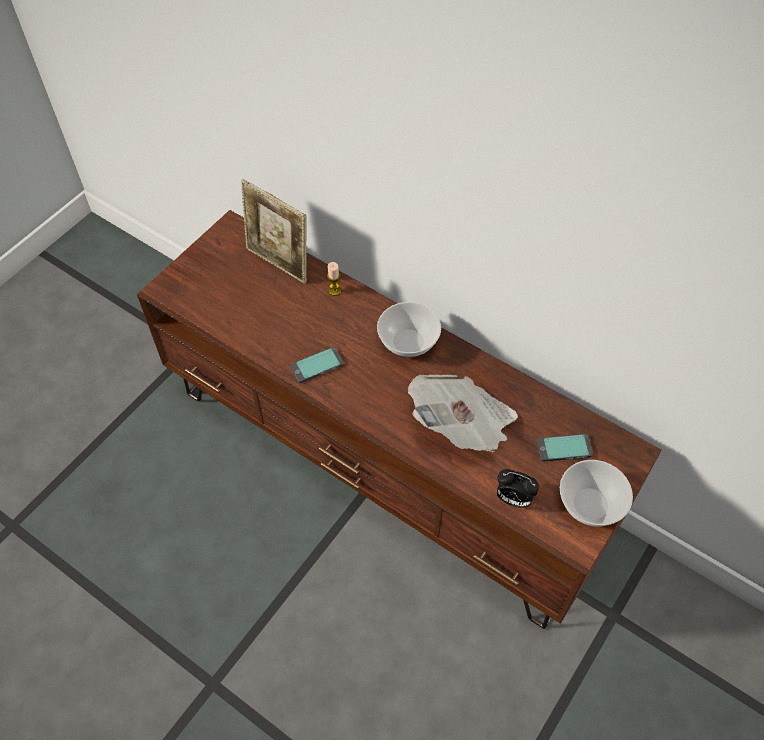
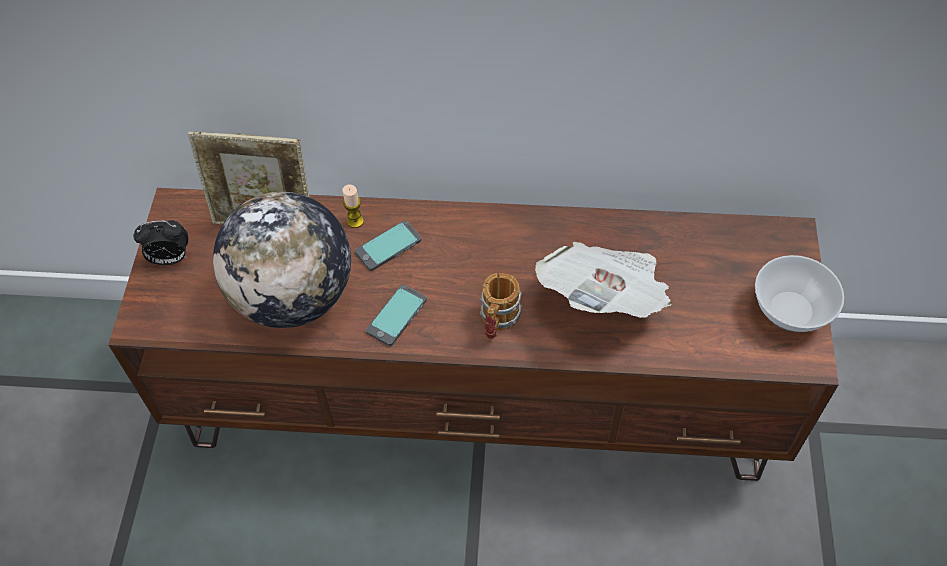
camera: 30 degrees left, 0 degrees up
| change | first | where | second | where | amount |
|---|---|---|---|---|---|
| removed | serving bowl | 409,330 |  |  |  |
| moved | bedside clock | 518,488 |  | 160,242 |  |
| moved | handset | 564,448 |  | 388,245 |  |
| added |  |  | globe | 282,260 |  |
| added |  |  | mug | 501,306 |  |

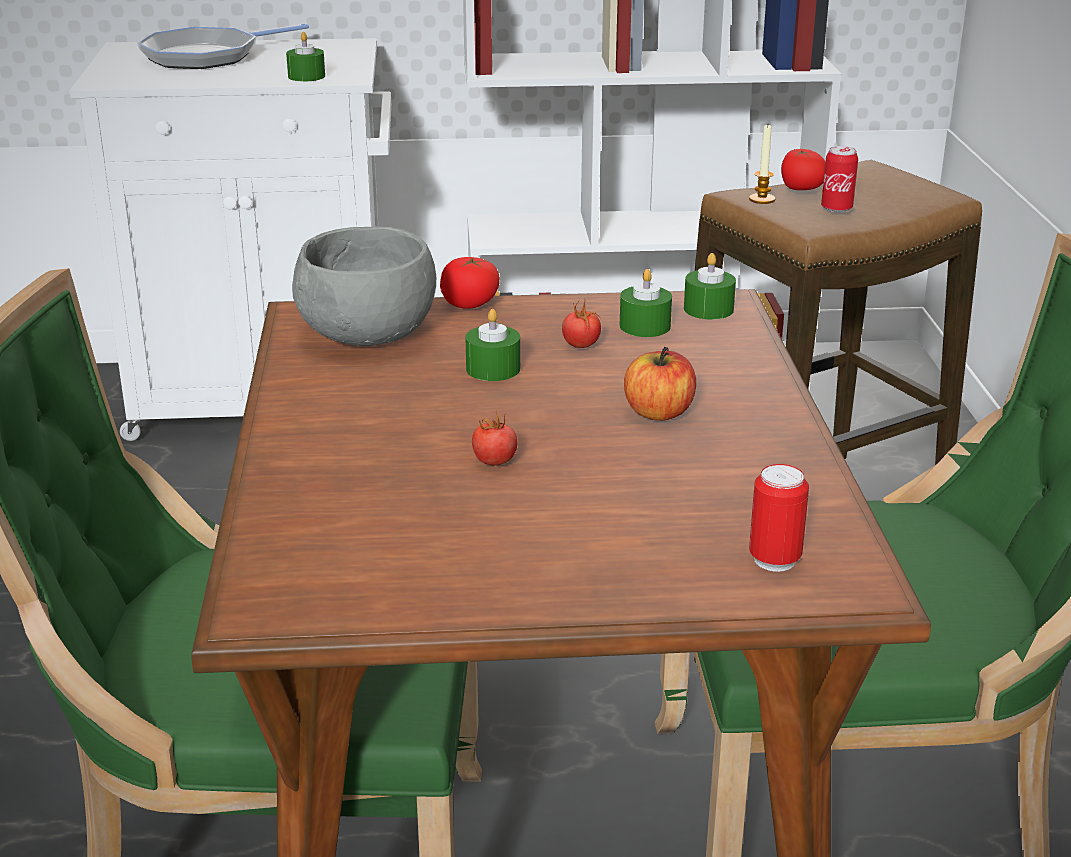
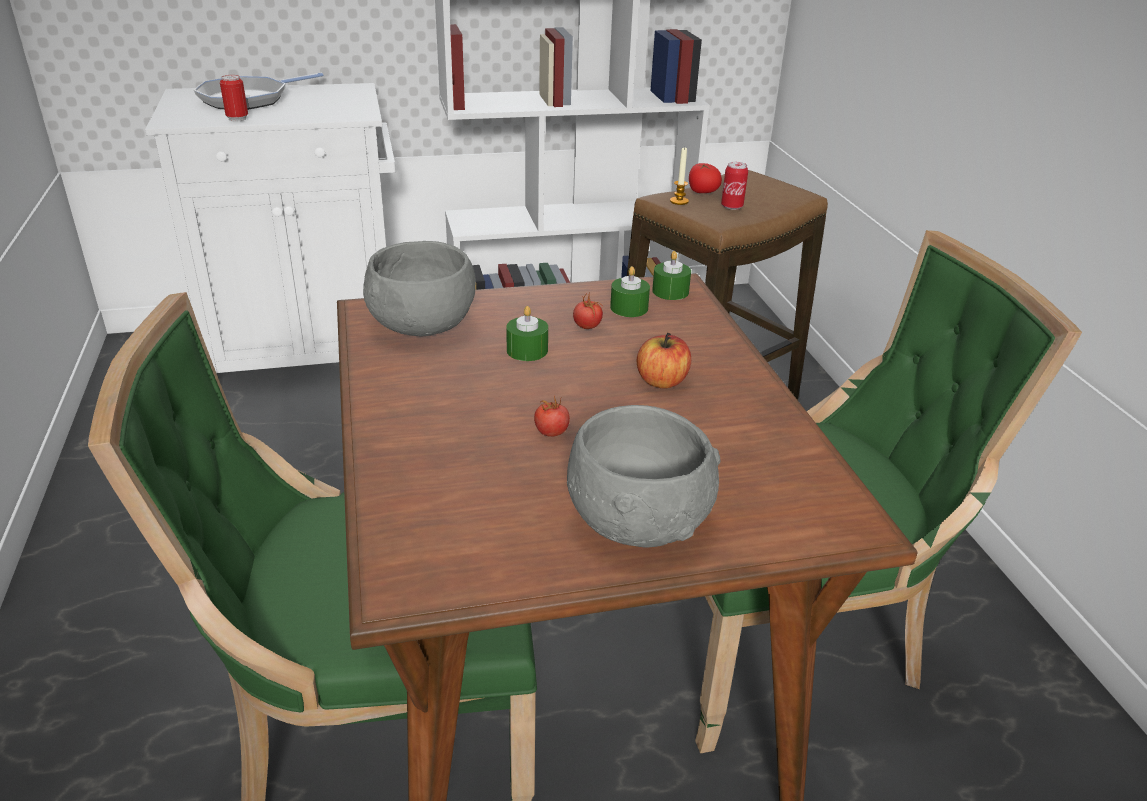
camera: 10 degrees left, 5 degrees up
| change | first | where | second | where | amount |
|---|---|---|---|---|---|
| removed | wax light in green-coloured | 305,57 |  |  |  |
| removed | whole tomato | 470,283 |  |  |  |
| moved | can | 779,518 |  | 234,98 |  |
| added |  |  | serving bowl in gray | 643,476 |  |

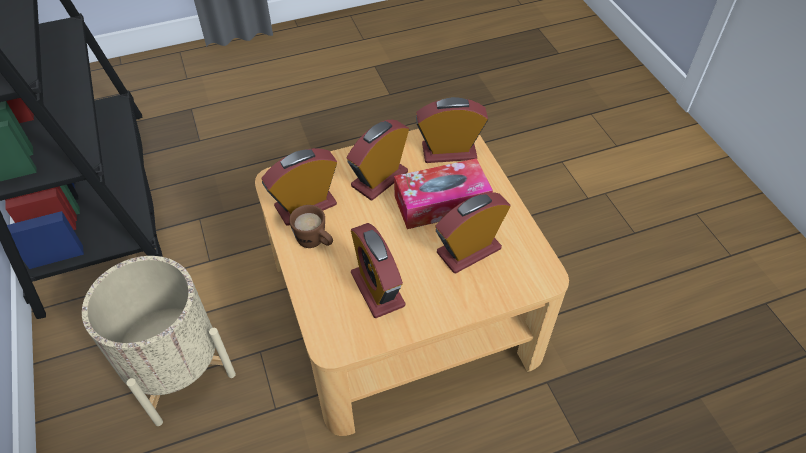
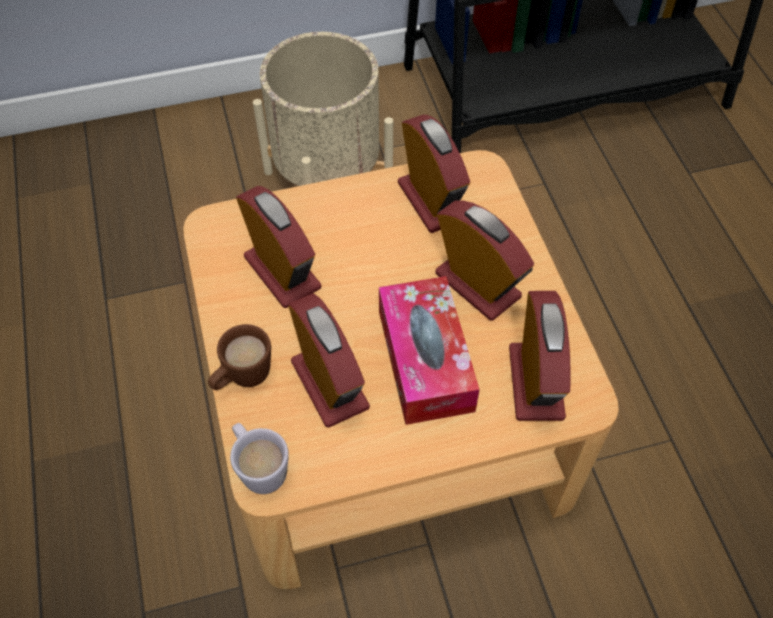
camera: 95 degrees right, 5 degrees up
| change | first | where | second | where | amount |
|---|---|---|---|---|---|
| moved | mug in brown | 311,226 |  | 239,357 |  |
| turned | bedside clock | 378,270 |  | 278,247 | 75 degrees clockwise |
| added |  |  | mug in white-coloured | 259,458 |  |

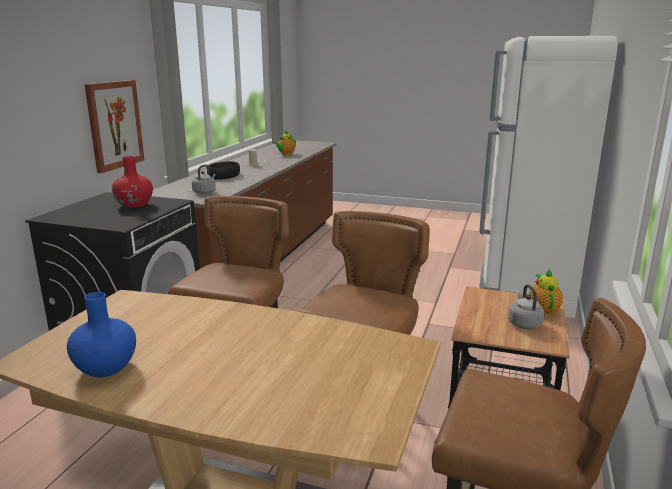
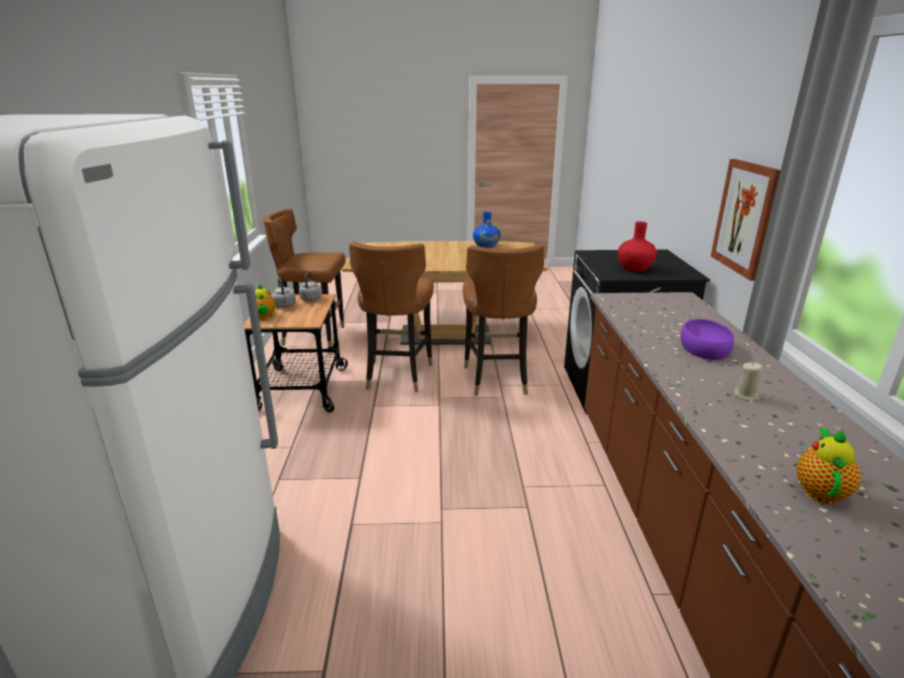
camera: 160 degrees right, 5 degrees up
| change | first | where | second | where | amount |
|---|---|---|---|---|---|
| moved | water kettle in gray | 204,179 |  | 310,286 |  |
| recoloured | serving bowl in blackish | 224,171 | serving bowl in purple | 707,339 |  |

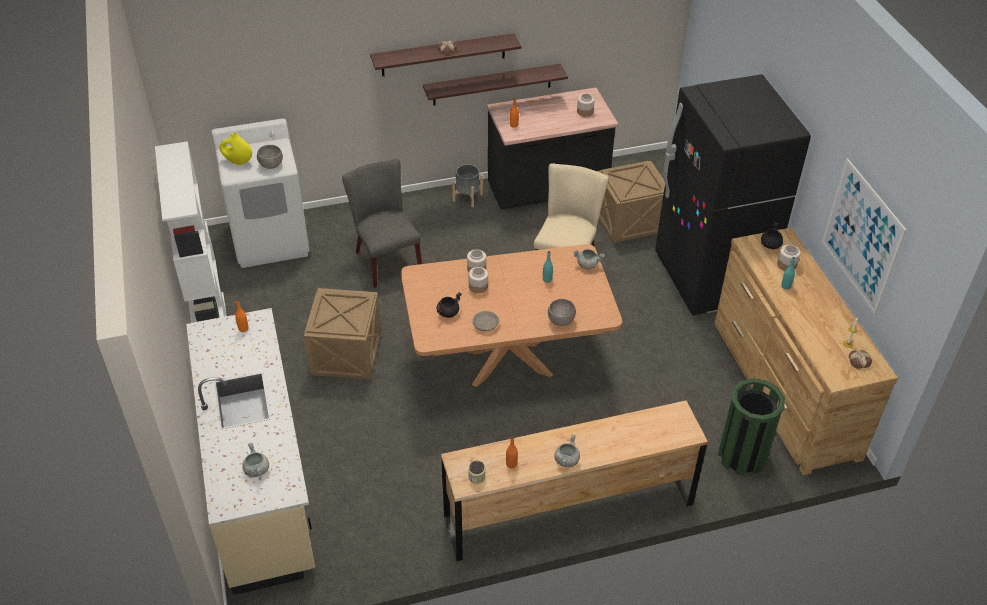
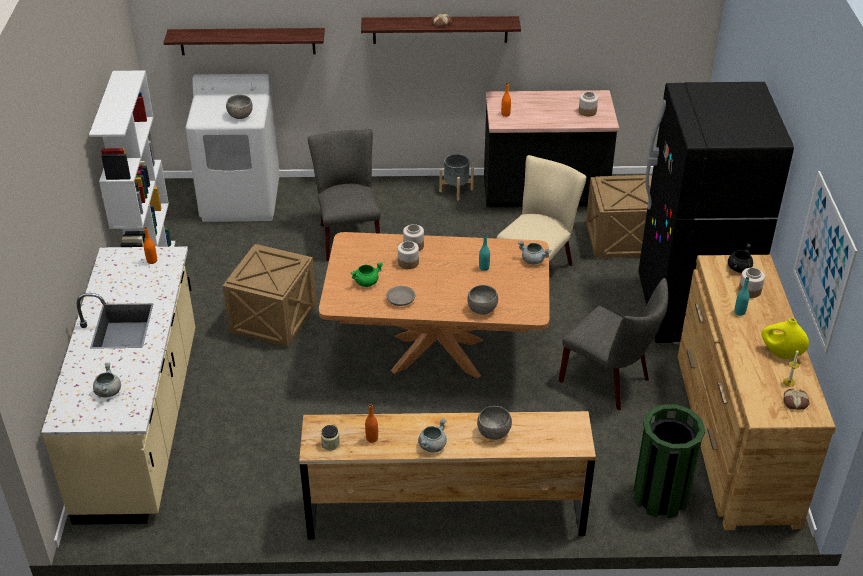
camera: 15 degrees right, 5 degrees down
| change | first | where | second | where | amount |
|---|---|---|---|---|---|
| moved | flower vase in yellow-coloured | 235,149 |  | 785,338 |  |
| moved | shelf | 495,85 |  | 244,41 |  |
| recoloured | cooking pot in blackish | 449,305 | cooking pot in green-coloured | 367,274 |  |
| added |  |  | serving bowl in gray | 494,423 |  |
| added |  |  | plain chair in gray | 613,344 |  |

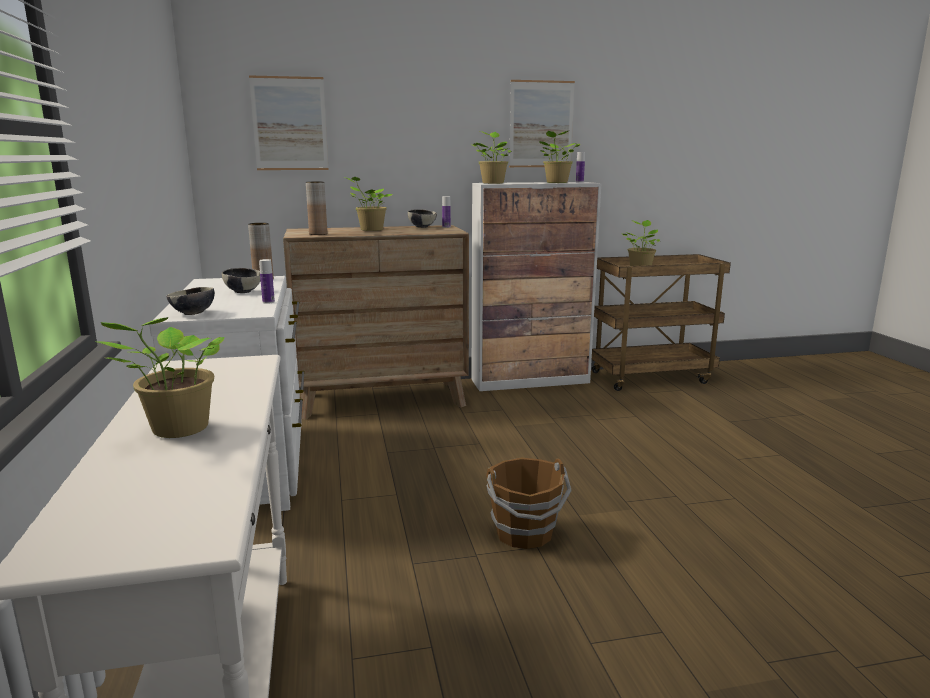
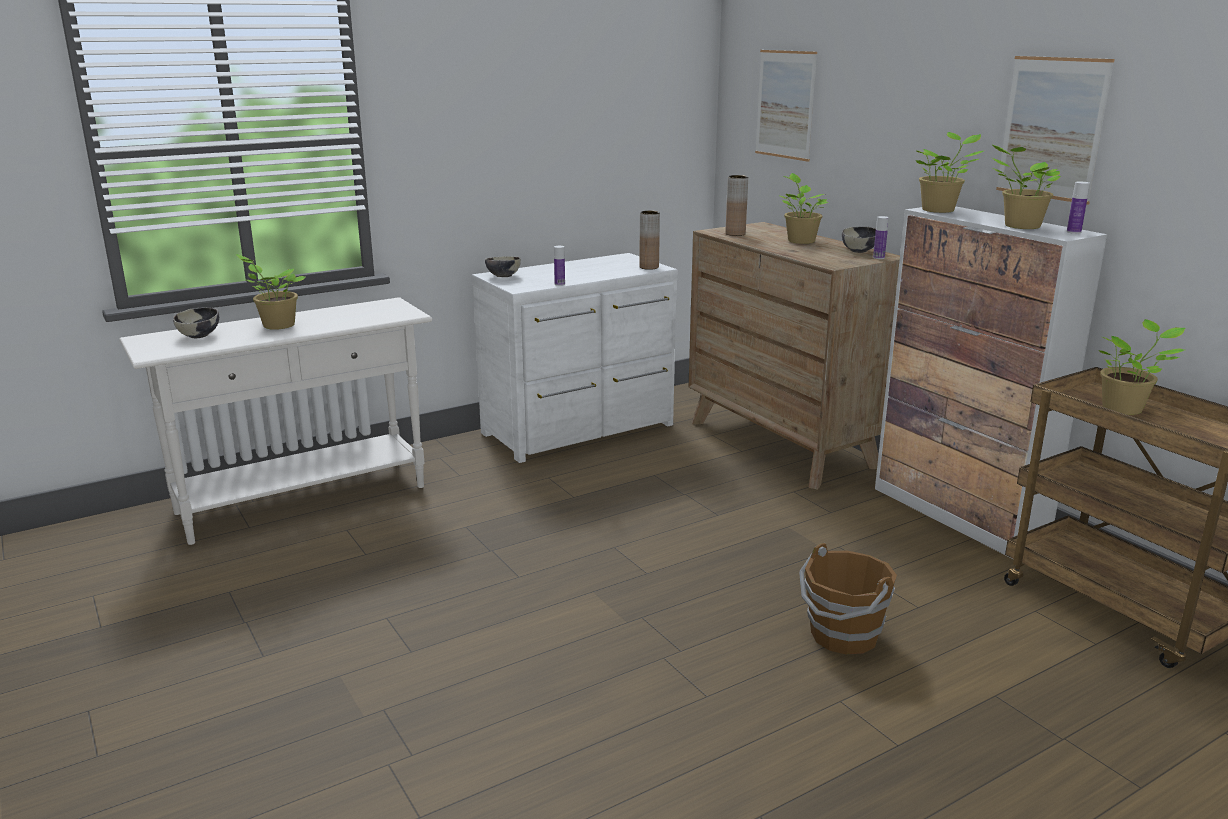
camera: 70 degrees right, 5 degrees up
| change | first | where | second | where | amount |
|---|---|---|---|---|---|
| moved | serving bowl | 241,280 |  | 196,322 |  |
| moved | pail in brown | 529,503 |  | 848,599 |  |

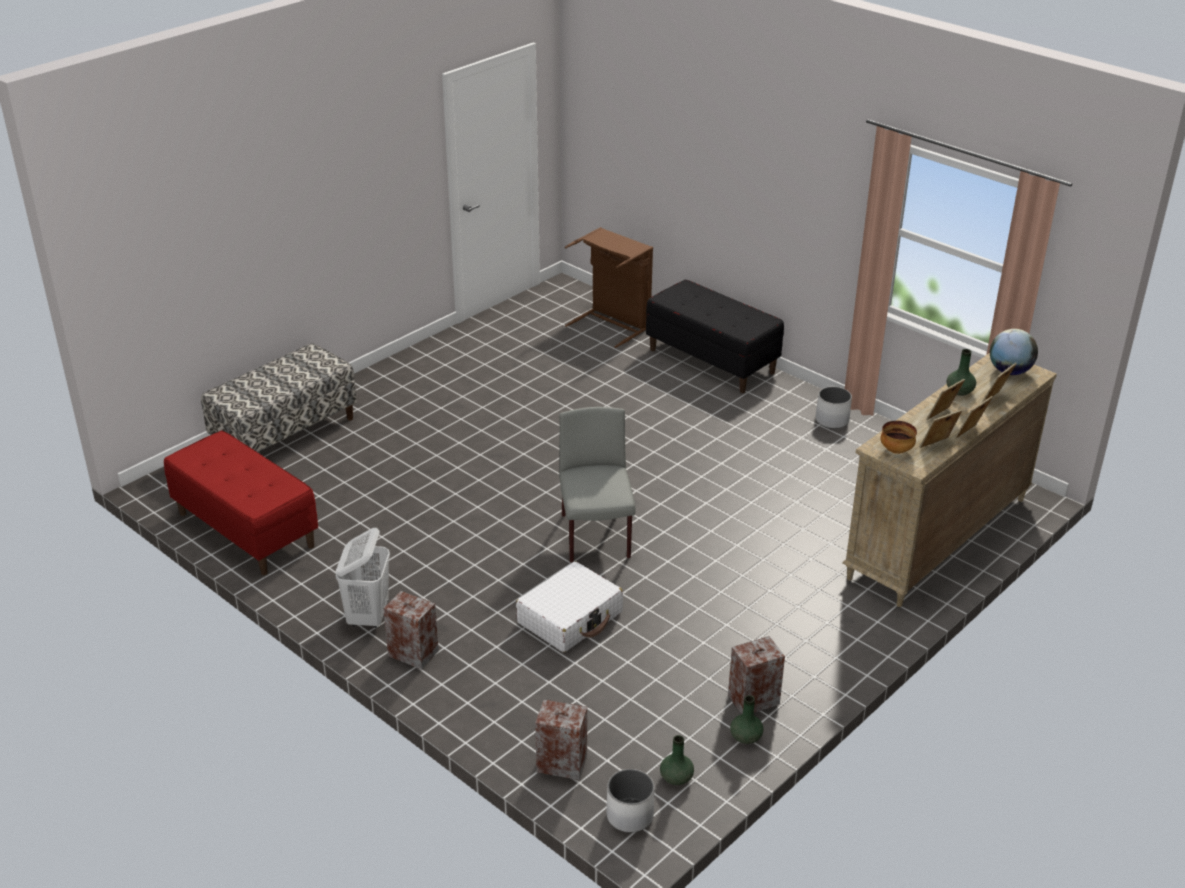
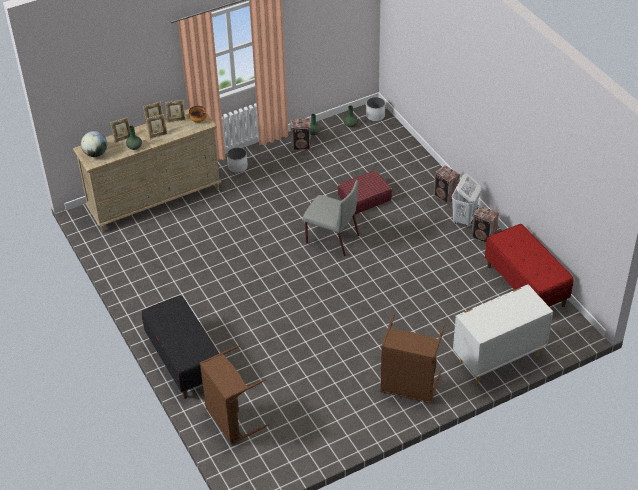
camera: 160 degrees left, 10 degrees up
| change | first | where | second | where | amount |
|---|---|---|---|---|---|
| replaced | long seat | 279,397 | dresser in white-coloured | 503,334 |  |
| recoloured | suitcase in white-coloured | 569,606 | suitcase in red | 365,192 |  |
| moved | speaker | 561,739 |  | 485,225 |  |
| turned | plain chair in gray | 597,485 |  | 331,218 | 75 degrees counterclockwise |
| moved | plant pot in white-coloured | 834,408 |  | 237,160 |  |
| added |  |  | hamper in brown | 412,359 |  |

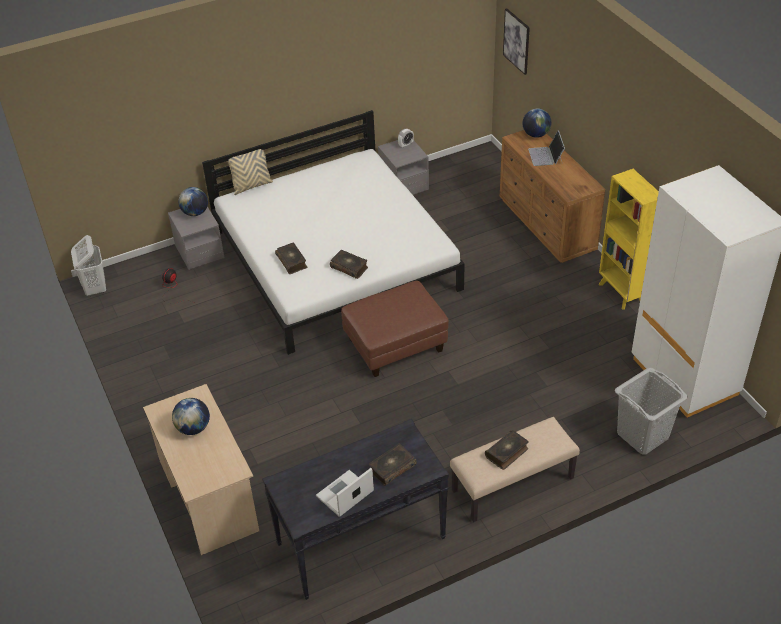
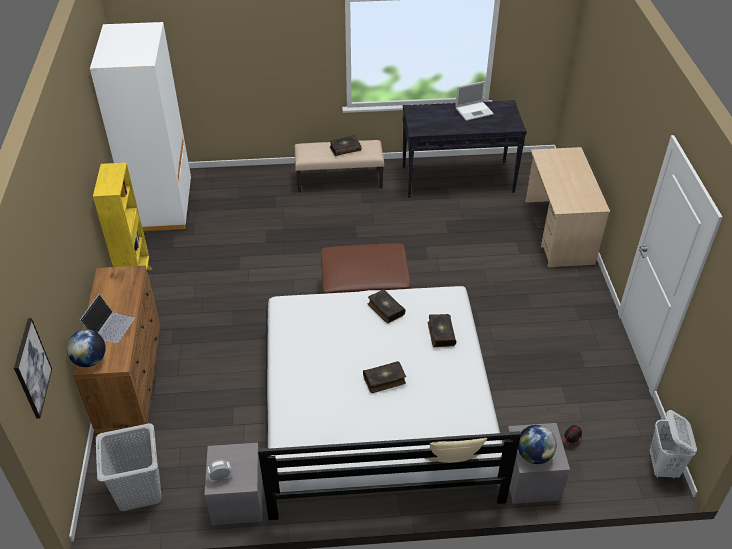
camera: 160 degrees left, 0 degrees up
| change | first | where | second | where | amount |
|---|---|---|---|---|---|
| removed | globe | 191,416 |  |  |  |
| moved | book | 393,465 |  | 384,377 |  |
| moved | hamper in gray | 651,411 |  | 129,467 |  |

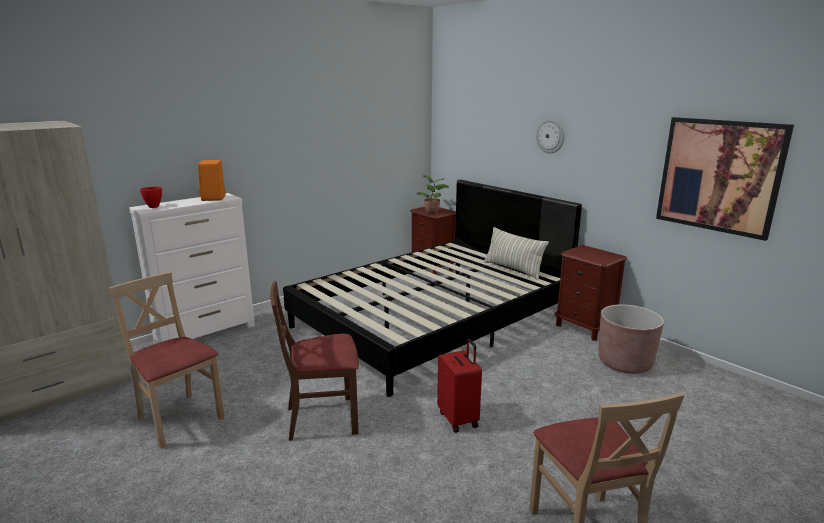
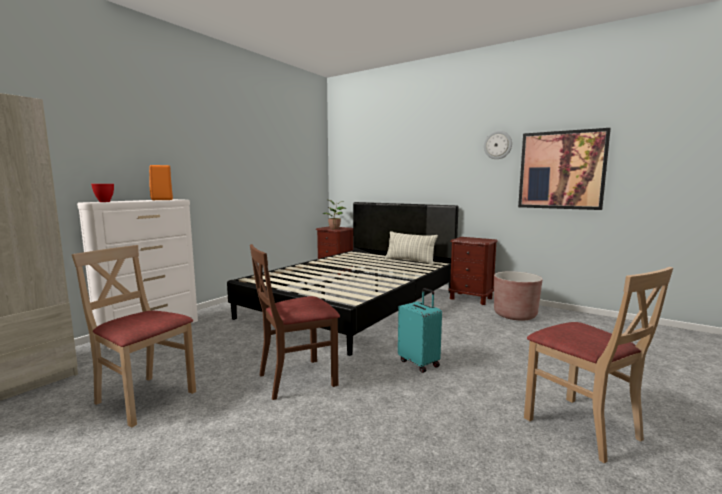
camera: 15 degrees left, 10 degrees down
| change | first | where | second | where | amount |
|---|---|---|---|---|---|
| recoloured | suitcase in red | 459,386 | suitcase in turquoise-coloured | 420,330 |  |
| moved | hanging clock | 550,136 |  | 498,145 |  |

